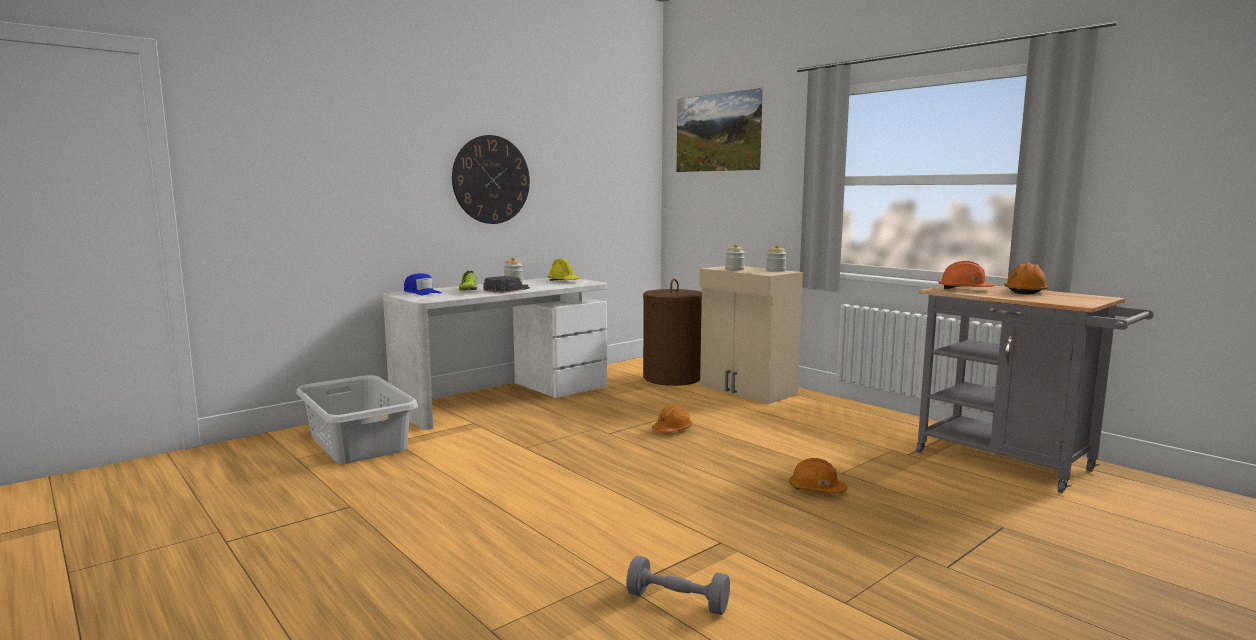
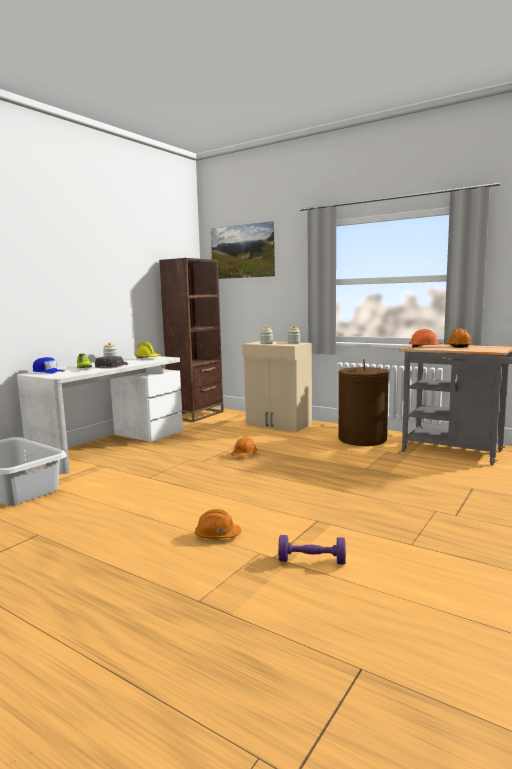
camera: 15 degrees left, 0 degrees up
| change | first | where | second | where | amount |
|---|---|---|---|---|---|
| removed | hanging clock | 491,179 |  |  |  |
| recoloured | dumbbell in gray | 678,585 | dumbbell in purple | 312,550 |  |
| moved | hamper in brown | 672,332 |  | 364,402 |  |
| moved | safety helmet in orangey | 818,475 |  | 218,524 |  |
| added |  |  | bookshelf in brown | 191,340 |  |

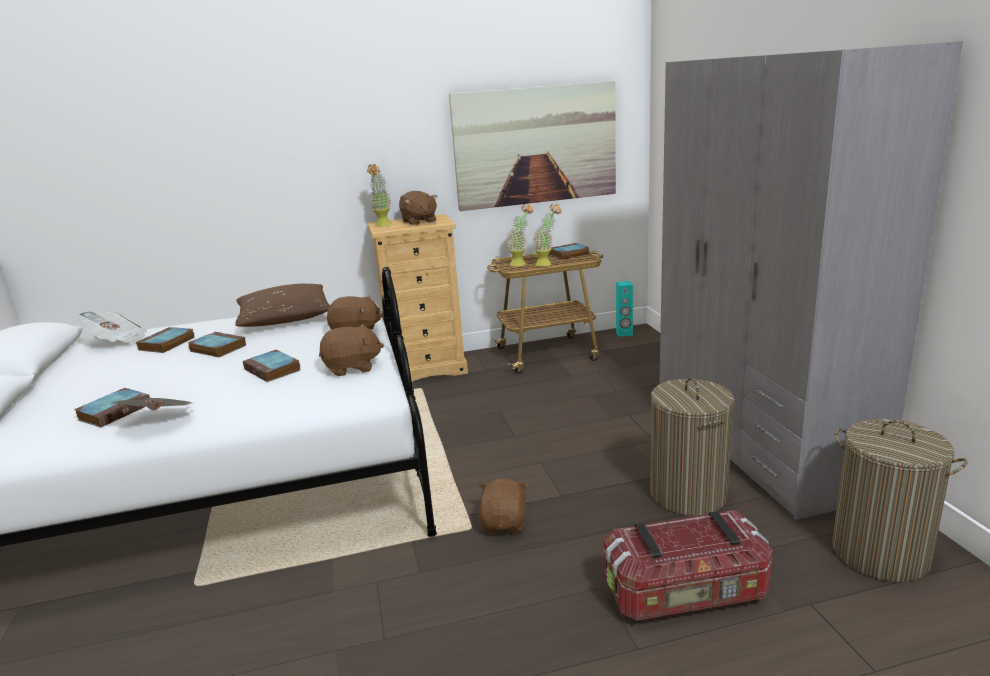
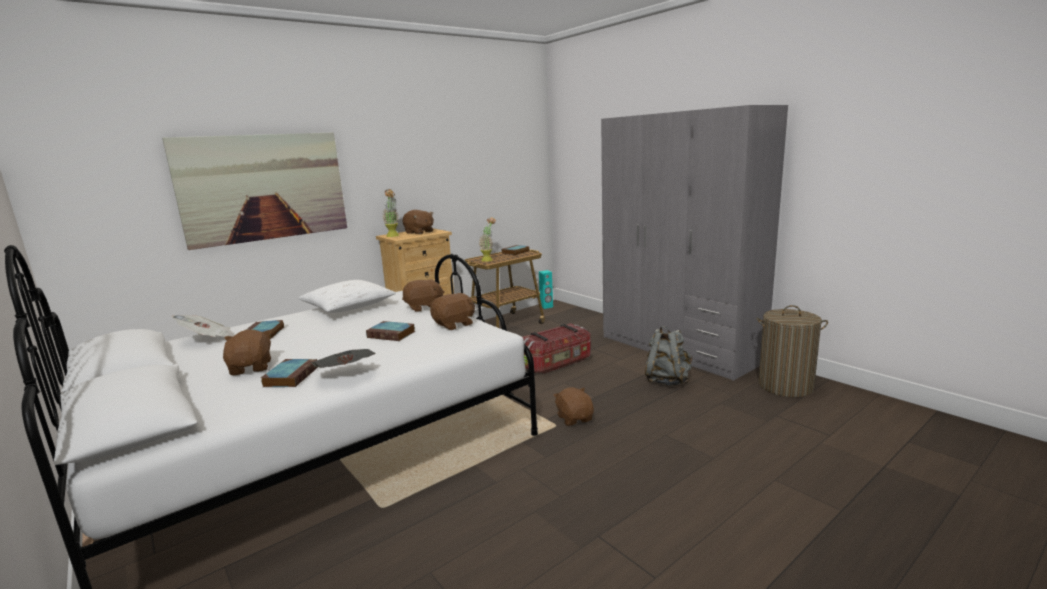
camera: 25 degrees left, 5 degrees down
| change | first | where | second | where | amount |
|---|---|---|---|---|---|
| removed | book | 217,344 |  |  |  |
| recoloured | throw pillow in brown | 282,305 | throw pillow in white-coloured | 347,296 |  |
| moved | picture | 532,146 |  | 254,191 |  |
| removed | houseplant | 547,235 |  |  |  |
| moved | storage container | 688,565 |  | 557,348 |  |
| replaced | hamper | 692,447 | knapsack in gray | 668,355 |  |
| added |  |  | cuddly toy in brown | 247,352 |  |

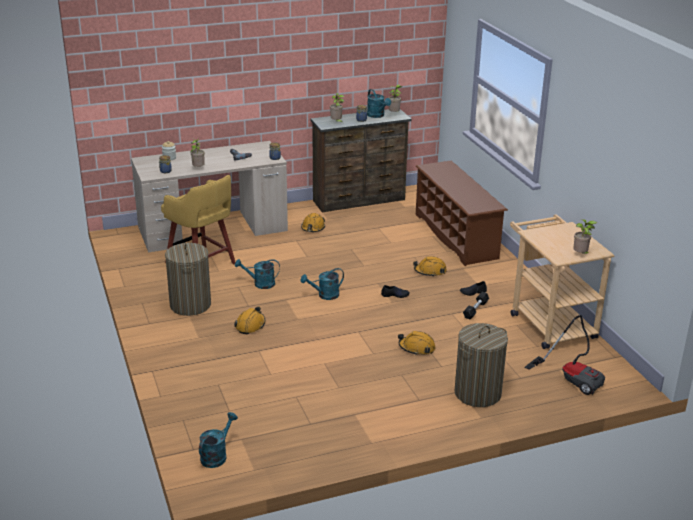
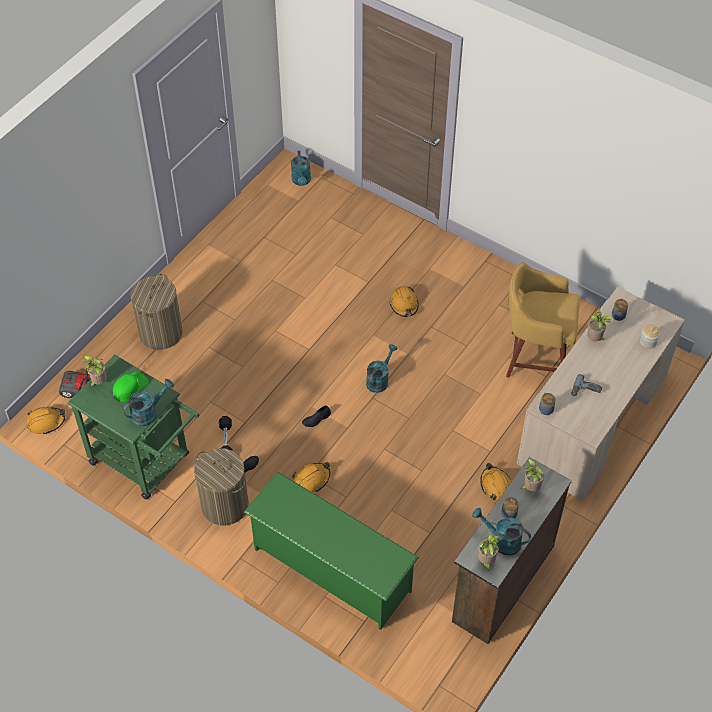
camera: 145 degrees right, 25 degrees up
| change | first | where | second | where | amount |
|---|---|---|---|---|---|
| moved | hamper | 188,279 |  | 221,487 |  |
| moved | watering can in turquoise-coloured | 257,274 |  | 148,403 |  |
| moved | safety helmet in orangey | 417,343 |  | 45,420 |  |
| recoloured | shoe rack in brown | 462,213 | shoe rack in green-coloured | 331,551 |  |
| recoloured | wheeled cart in sand-coloured | 562,282 | wheeled cart in green-coloured | 133,427 |  |
| added |  |  | cap in green-coloured | 131,387 |  |

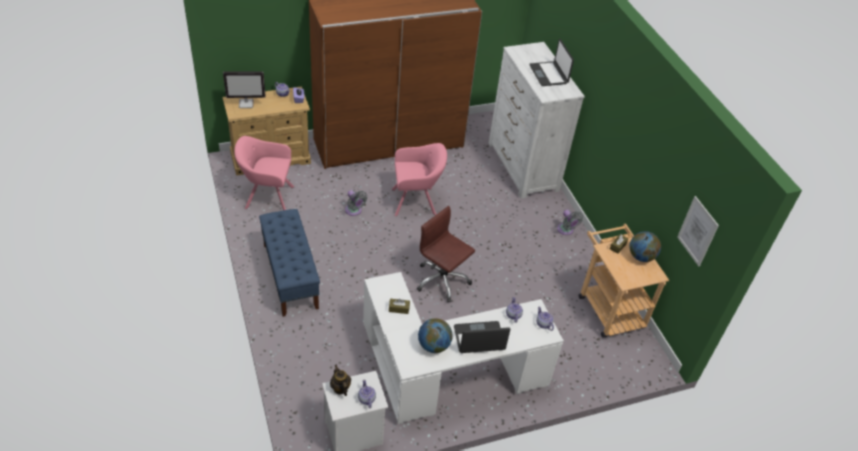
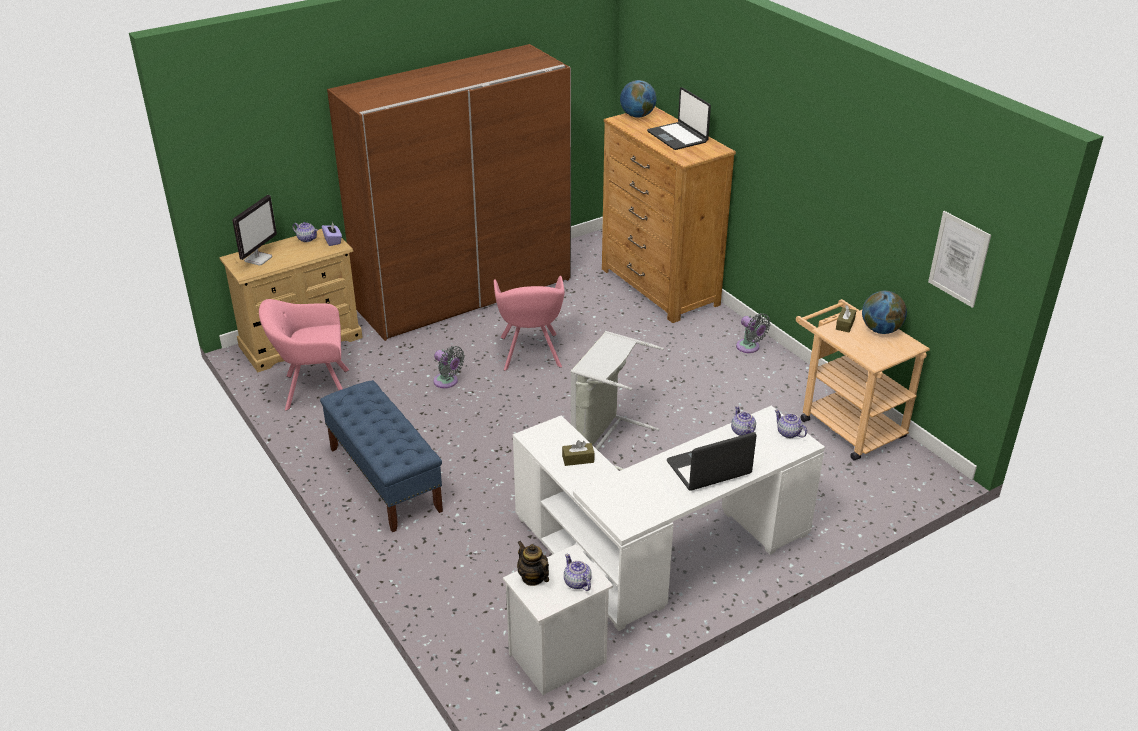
camera: 10 degrees left, 10 degrees down
| change | first | where | second | where | amount |
|---|---|---|---|---|---|
| turned | monitor | 244,89 |  | 254,230 | 45 degrees counterclockwise |
| turned | easy chair in pink | 419,179 |  | 529,323 | 105 degrees clockwise |
| replaced | desk chair in brown | 446,254 | hamper in gray | 617,400 |  |
| moved | globe | 435,335 |  | 638,99 |  |
| recoloured | dresser in white-coloured | 537,120 | dresser in brown | 669,215 |  |

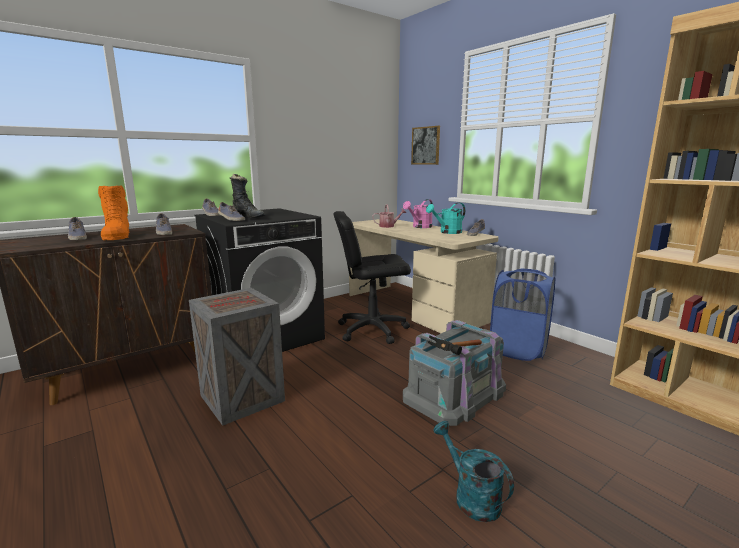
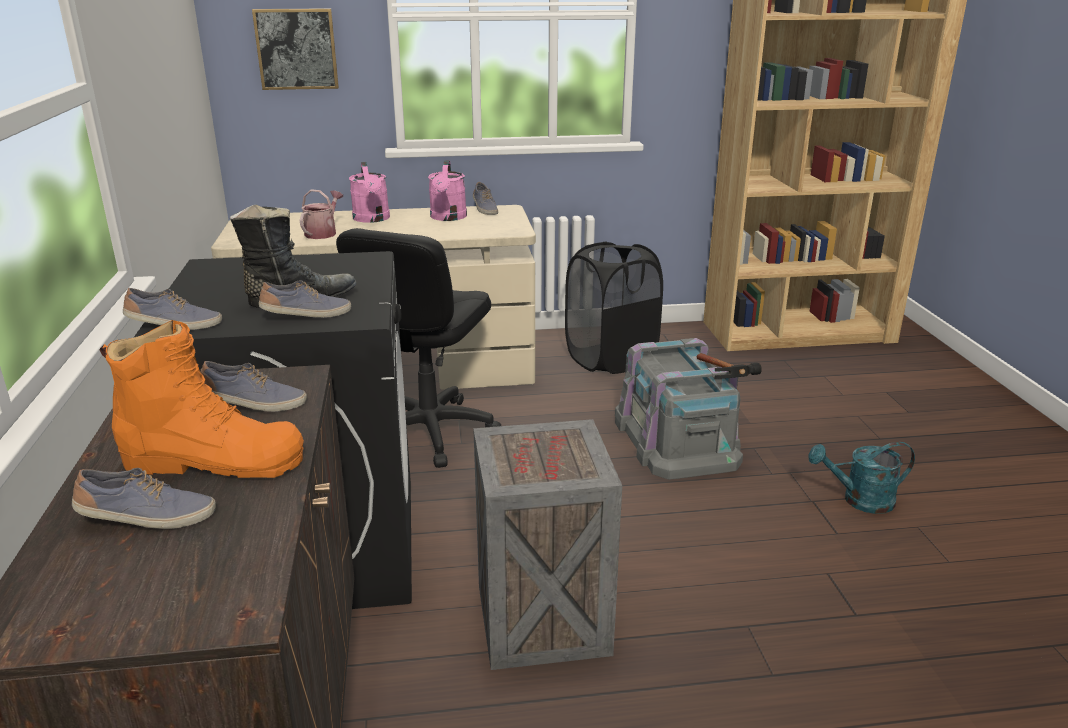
camera: 60 degrees left, 10 degrees up
| change | first | where | second | where | amount |
|---|---|---|---|---|---|
| recoloured | watering can in turquoise-coloured | 445,218 | watering can in pink | 447,190 |  |
| recoloured | hamper in blue | 522,315 | hamper in blackish | 614,308 |  |

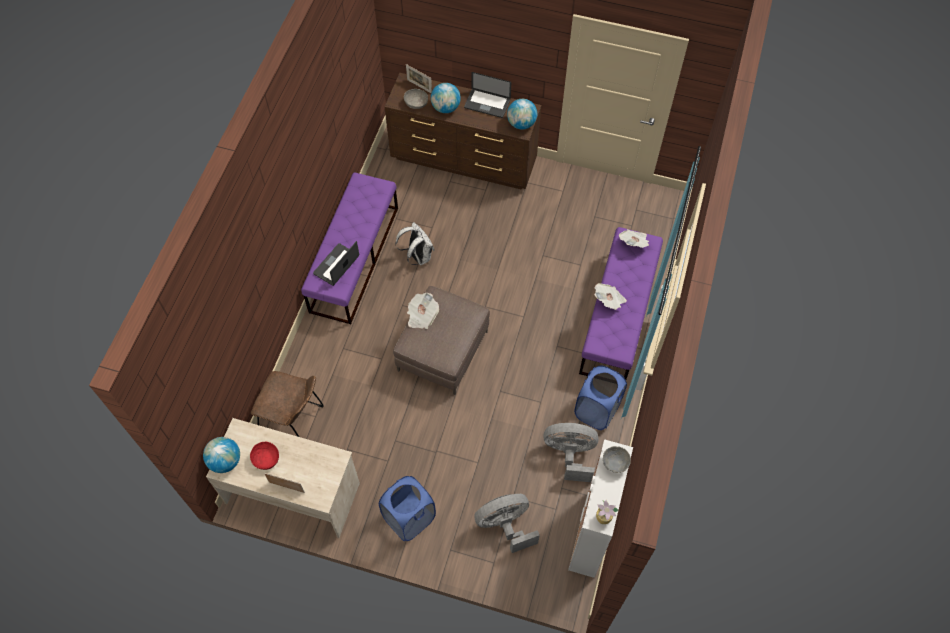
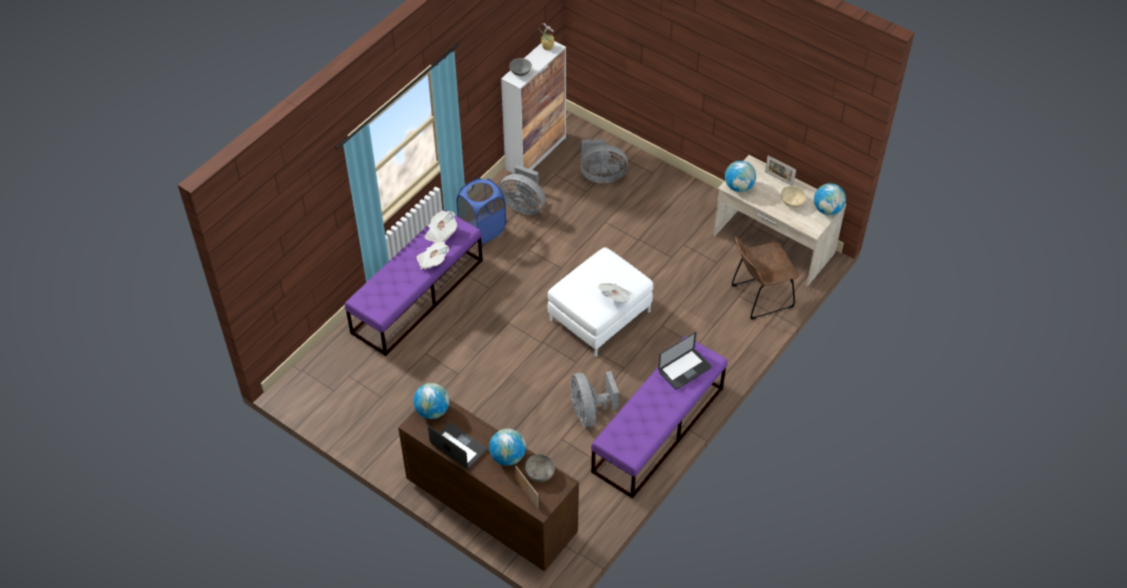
camera: 160 degrees left, 10 degrees down
| change | first | where | second | where | amount |
|---|---|---|---|---|---|
| recoloured | serving bowl in red | 264,456 | serving bowl in sand-coloured | 793,197 |  |
| turned | plain chair in brown | 287,404 |  | 765,278 | 60 degrees counterclockwise |
| removed | hamper in blue | 407,508 |  |  |  |
| recoloured | ottoman in brown | 441,340 | ottoman in white-coloured | 600,302 |  |
| replaced | knapsack in white-coloured | 414,243 | cooling fan in gray | 594,399 |  |
| moved | newspaper | 634,238 |  | 441,226 |  |
| added |  |  | globe | 740,176 |  |

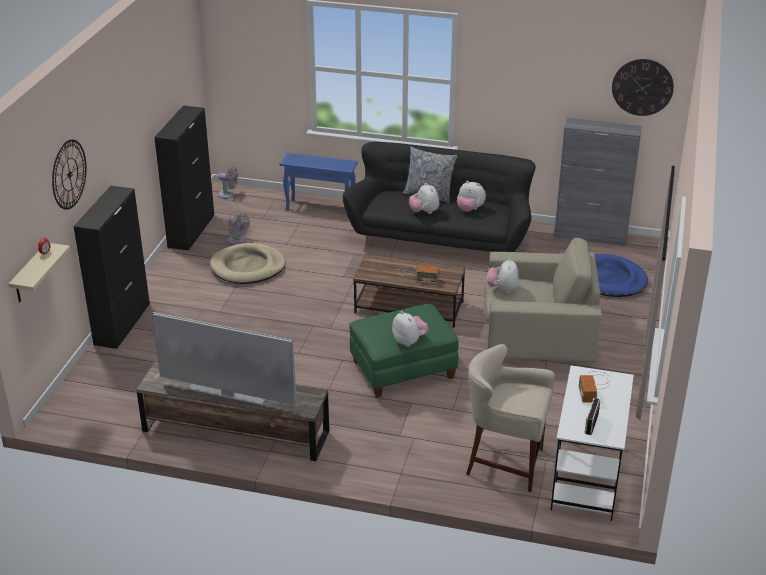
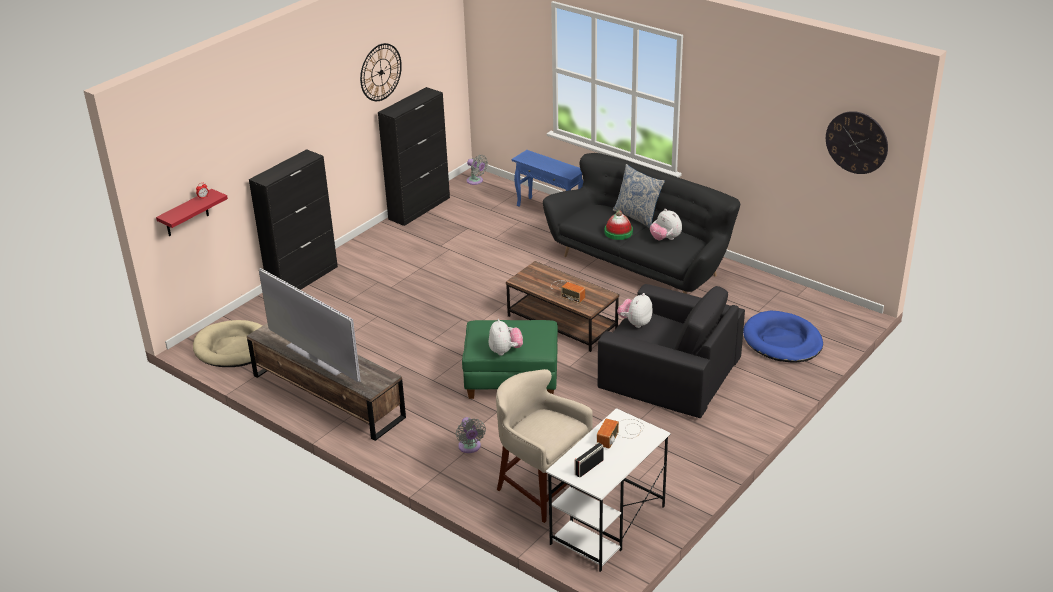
camera: 25 degrees right, 0 degrees up
| change | first | where | second | where | amount |
|---|---|---|---|---|---|
| recoloured | shelf in sand-coloured | 39,272 | shelf in red | 192,212 |  |
| moved | hanging clock | 69,174 |  | 381,72 |  |
| moved | dog bed in sand-coloured | 248,263 |  | 228,343 |  |
| moved | cooling fan in gray | 238,229 |  | 471,435 |  |
| replaced | cuddly toy | 424,198 | wearable hat | 619,225 |  |
| recoloured | easy chair in sand-coloured | 543,300 | easy chair in blackish | 671,351 |  |
| removed | storage cabinet in gray | 598,182 |  |  |  |

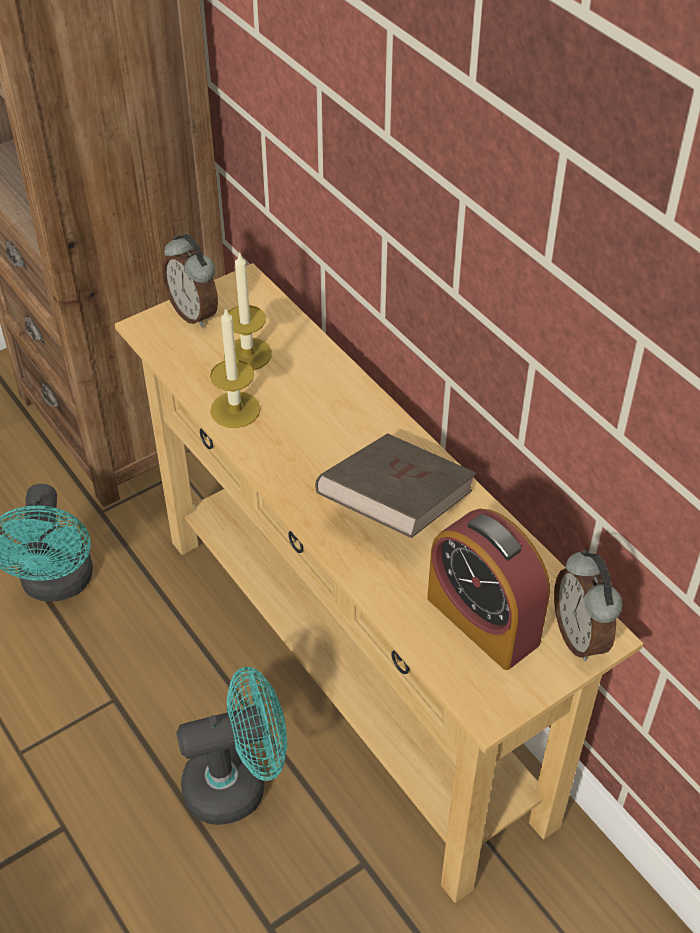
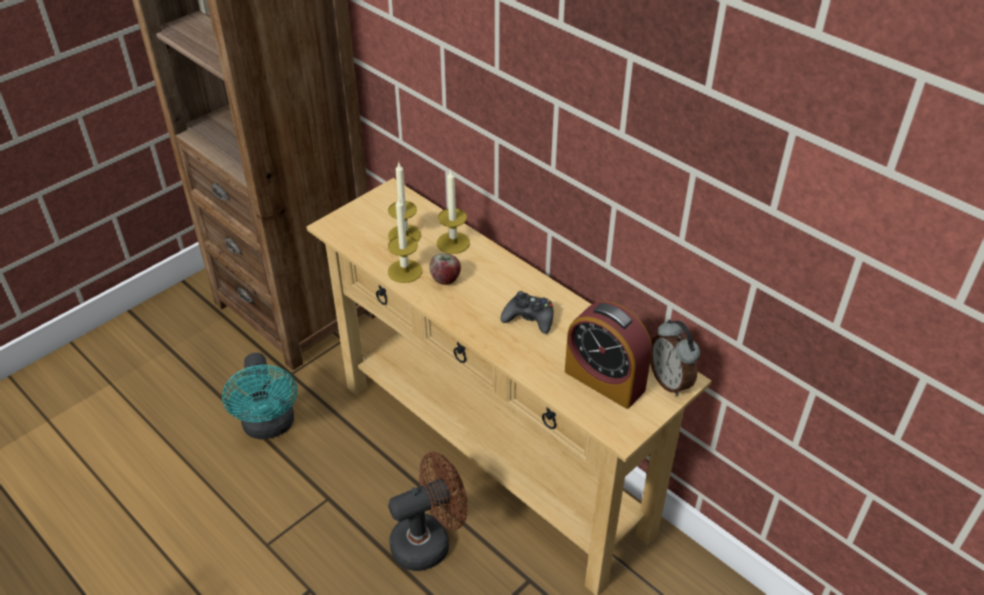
camera: 10 degrees left, 5 degrees down
| change | first | where | second | where | amount |
|---|---|---|---|---|---|
| removed | bedside clock | 190,281 |  |  |  |
| recoloured | cooling fan in turquoise-coloured | 231,746 | cooling fan in brown | 427,511 |  |
| replaced | book in brown | 396,486 | gamepad in blackish | 527,312 |  |
| added |  |  | whole apple | 445,269 |  |
| added |  |  | wax light | 453,211 |  |

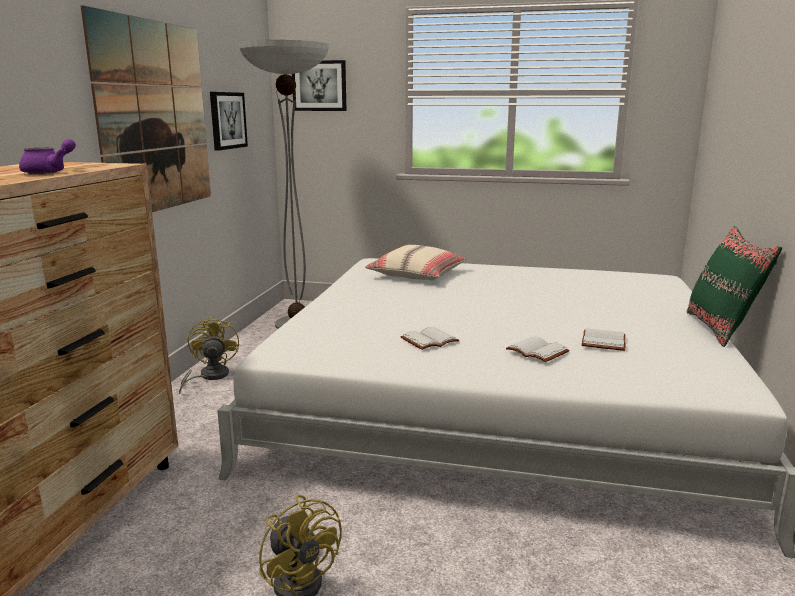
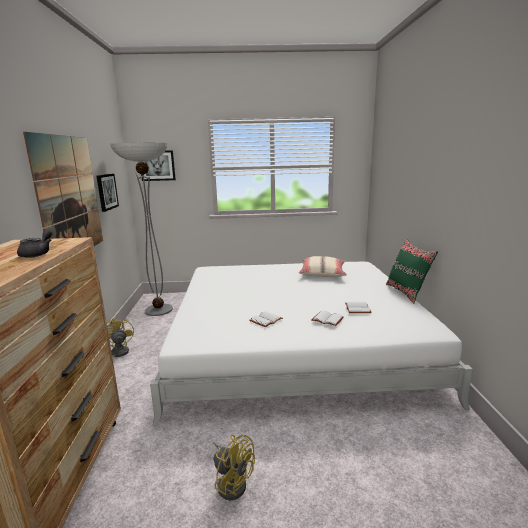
camera: 15 degrees left, 0 degrees up
| change | first | where | second | where | amount |
|---|---|---|---|---|---|
| recoloured | teapot in purple | 47,156 | teapot in gray | 34,244 |  |
| moved | throw pillow in sand-coloured | 416,263 |  | 323,266 |  |

